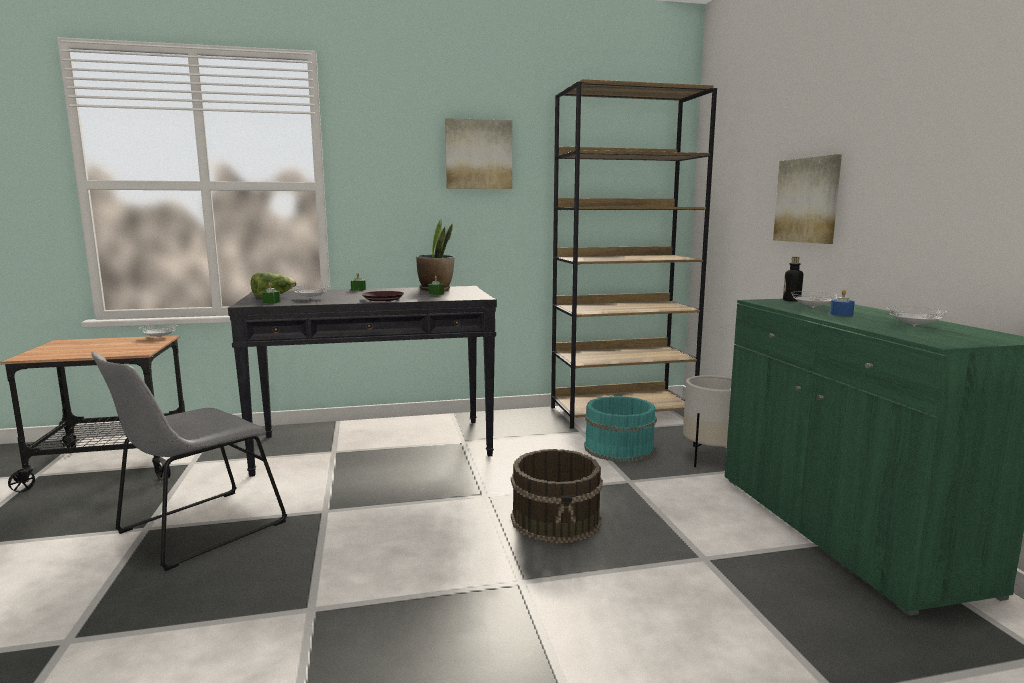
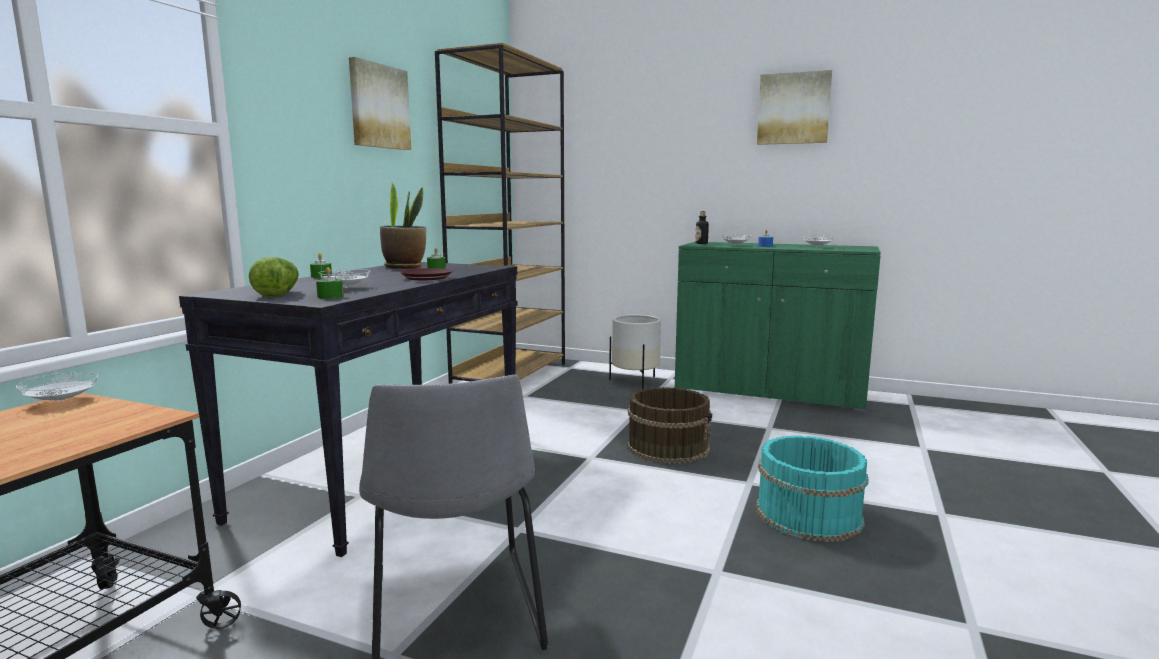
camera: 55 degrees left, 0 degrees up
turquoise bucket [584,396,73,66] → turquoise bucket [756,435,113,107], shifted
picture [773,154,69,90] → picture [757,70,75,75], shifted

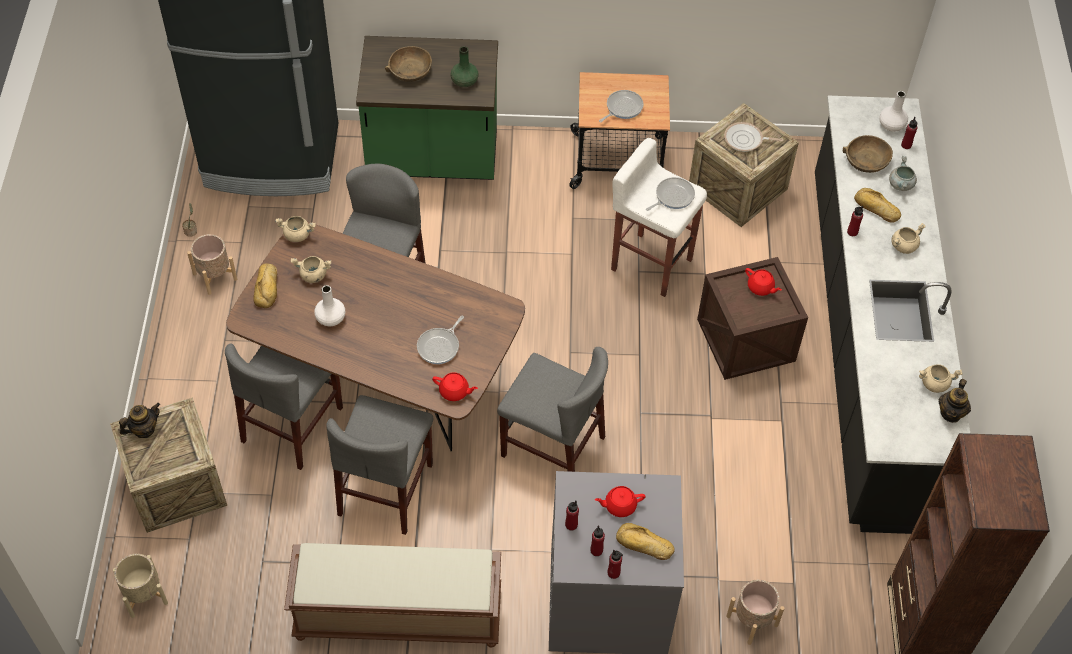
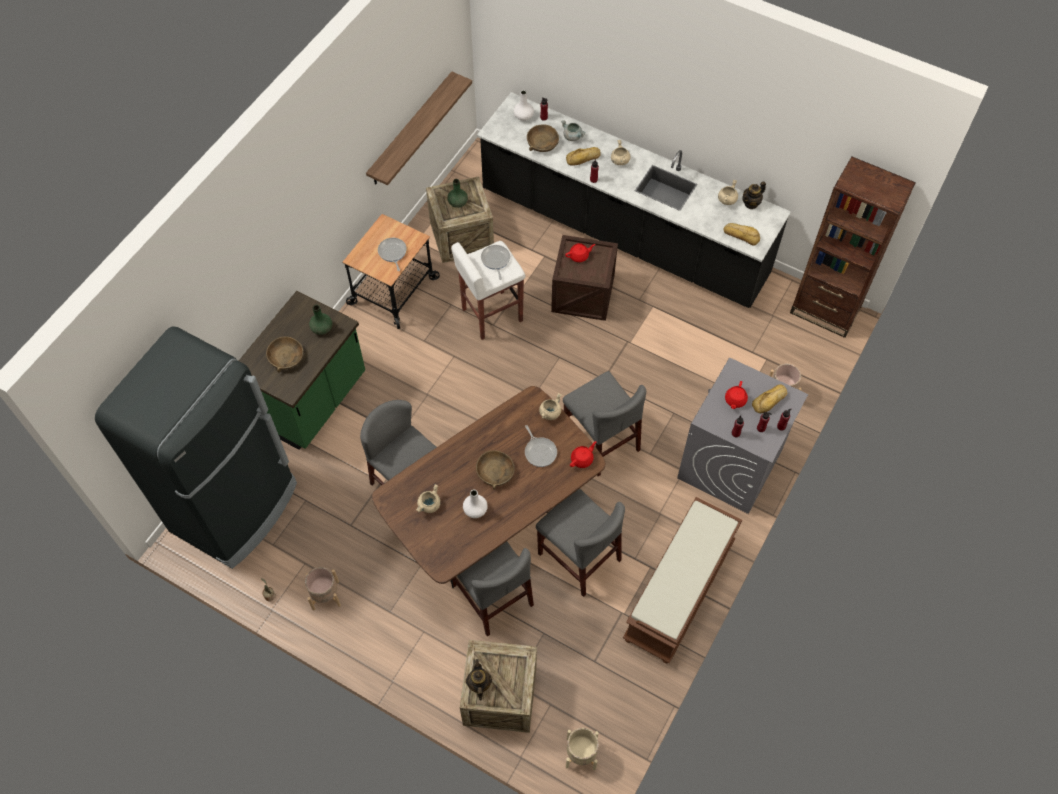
camera: 60 degrees left, 5 degrees up
- → shelf [366,71,106,114]
- → brown bowl [476,450,39,40]
bread [253,263,24,45] → bread [724,223,36,23], shifted
beige cooking pot [275,216,41,26] → beige cooking pot [539,393,23,27], shifted
frying pan [724,122,59,30] → green vase [447,179,21,29]
grey chair [497,347,111,125] → grey chair [563,371,83,105], 90 degrees clockwise
teapot [938,379,33,44] → teapot [742,182,24,27], 90 degrees clockwise

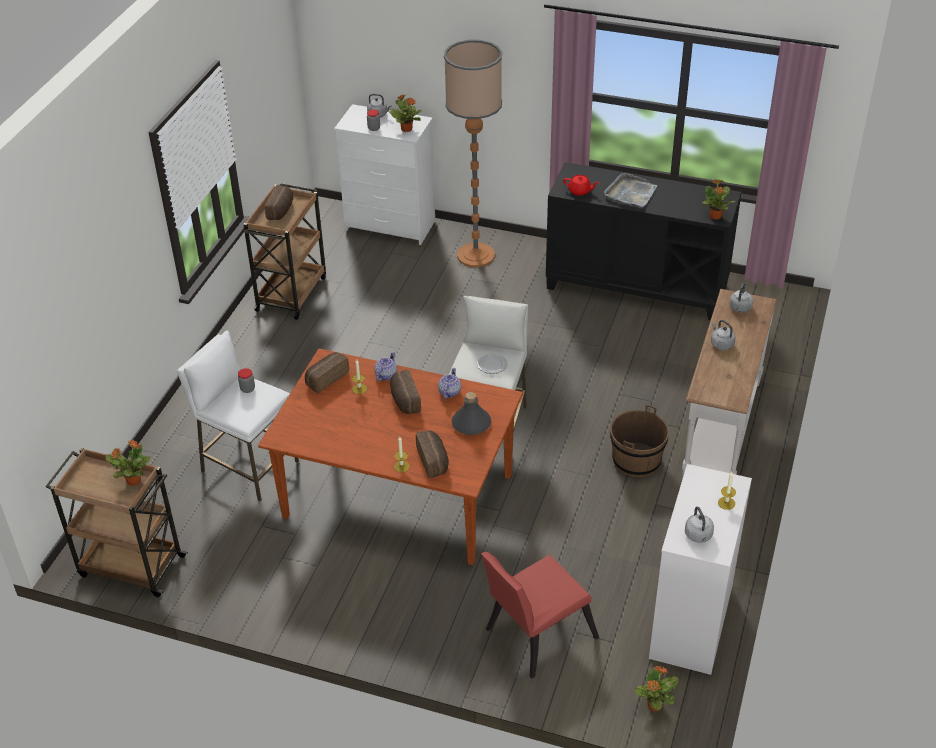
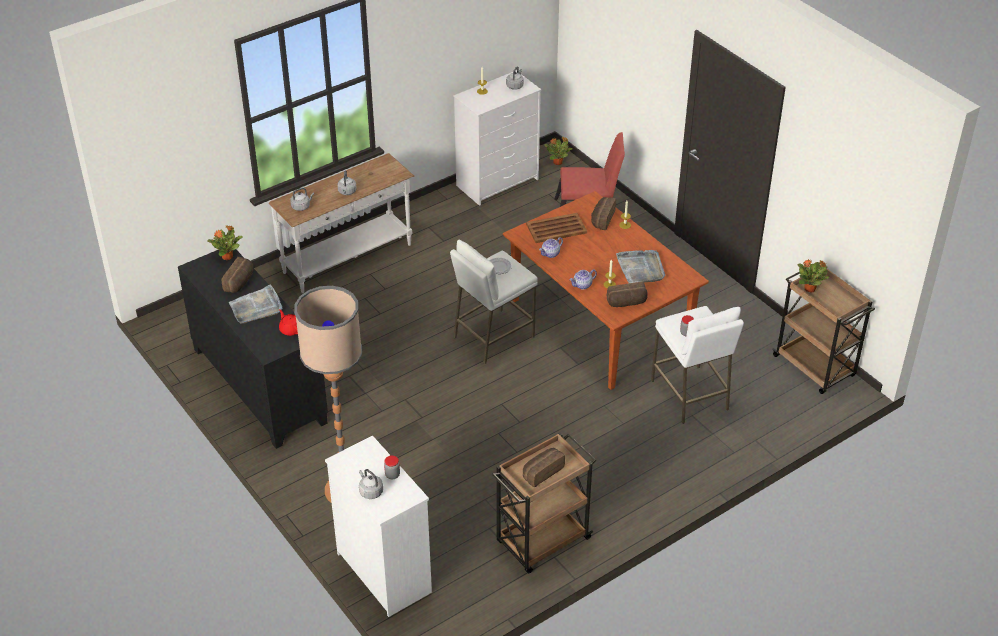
camera: 145 degrees left, 0 degrees up
potted plant [389,94,33,38] → -
brown bucket [610,404,59,73] → -
- → grey tray [616,250,49,33]
bread [390,370,31,44] → bread [222,257,31,36], shifted
grey bottle [452,392,39,43] → brown tray [526,213,61,30]

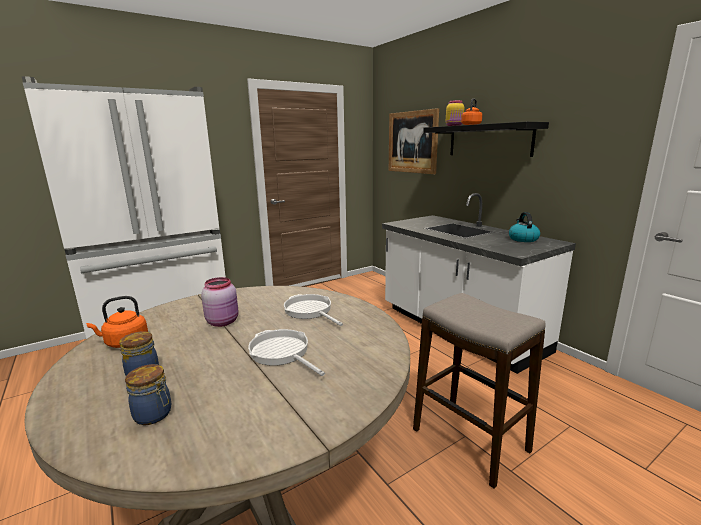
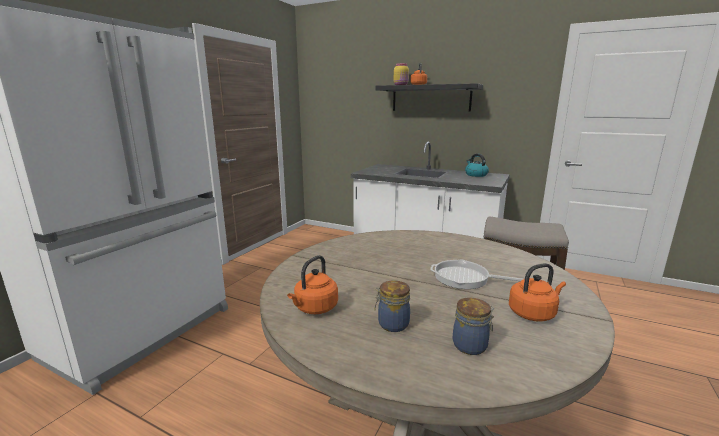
camera: 30 degrees left, 0 degrees up
pink jar [201,277,37,50] → -
frying pan [284,294,59,32] → -
picture [389,108,50,66] → -
- → orange kettle [509,263,57,59]

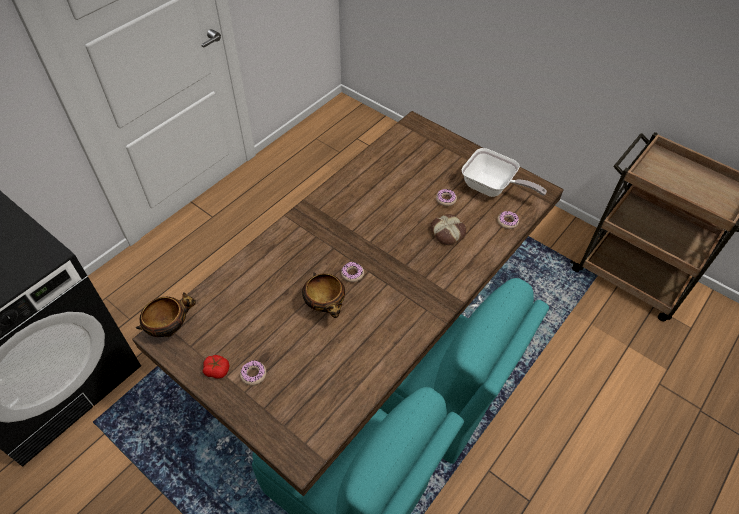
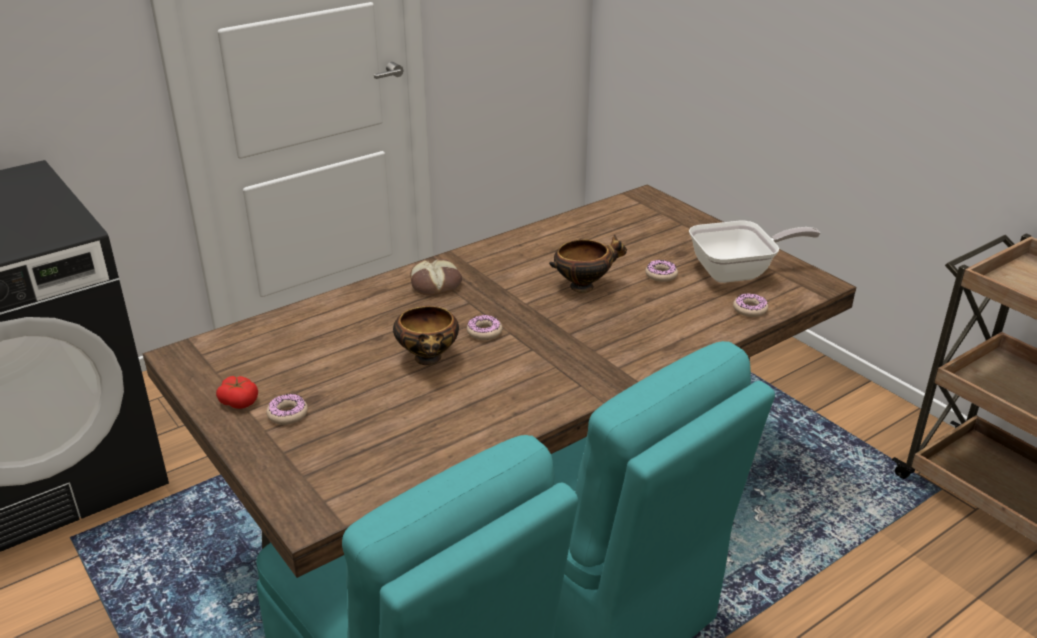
camera: 15 degrees right, 20 degrees down
bowl [136,292,60,45] → bowl [549,235,78,58], shifted
bread [430,214,36,31] → bread [410,259,52,37], shifted
frying pan [461,148,86,49] → frying pan [689,221,131,62], 60 degrees counterclockwise

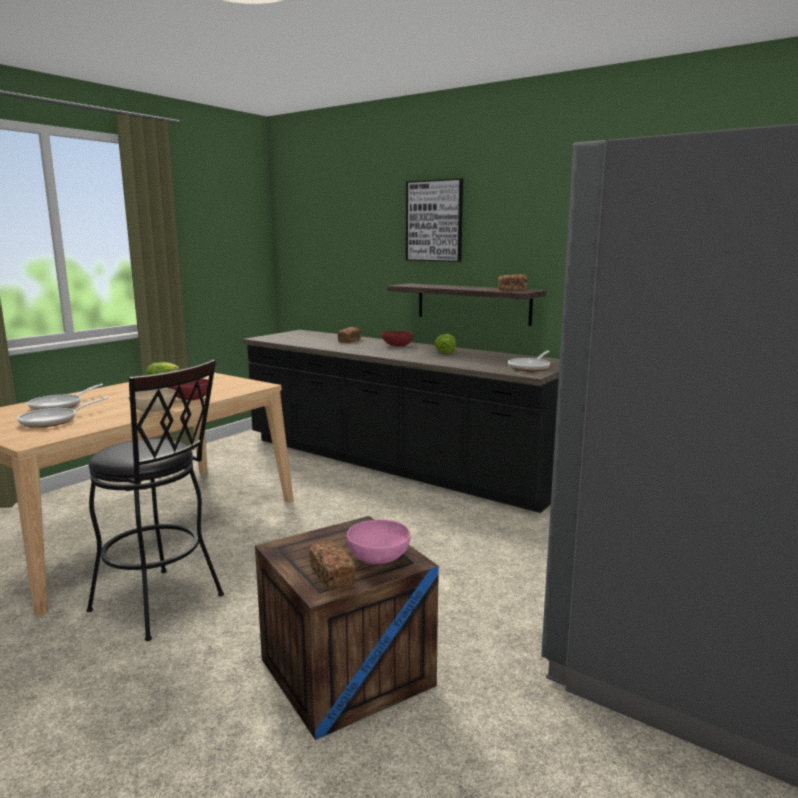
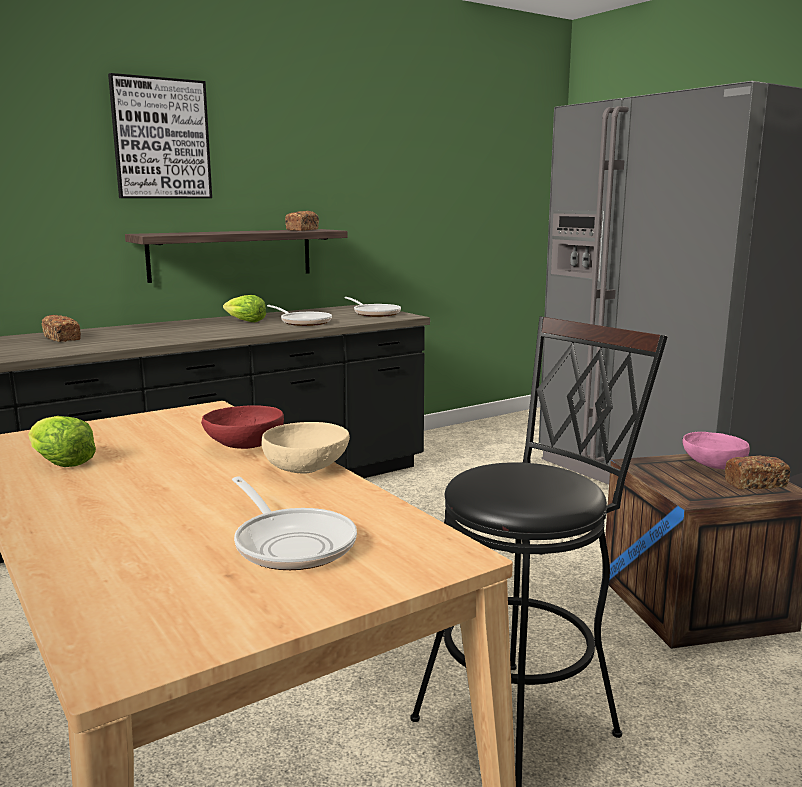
camera: 70 degrees left, 0 degrees up
red bowl [381,331,32,16] → -
frying pan [28,384,76,26] → frying pan [267,305,65,21], shifted

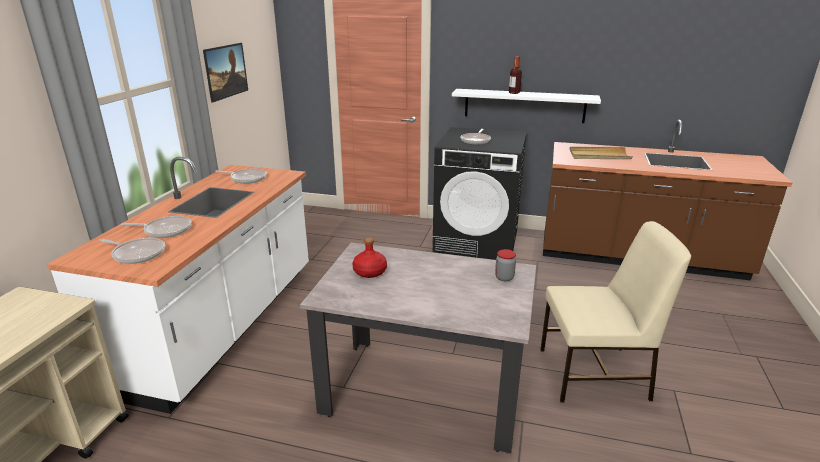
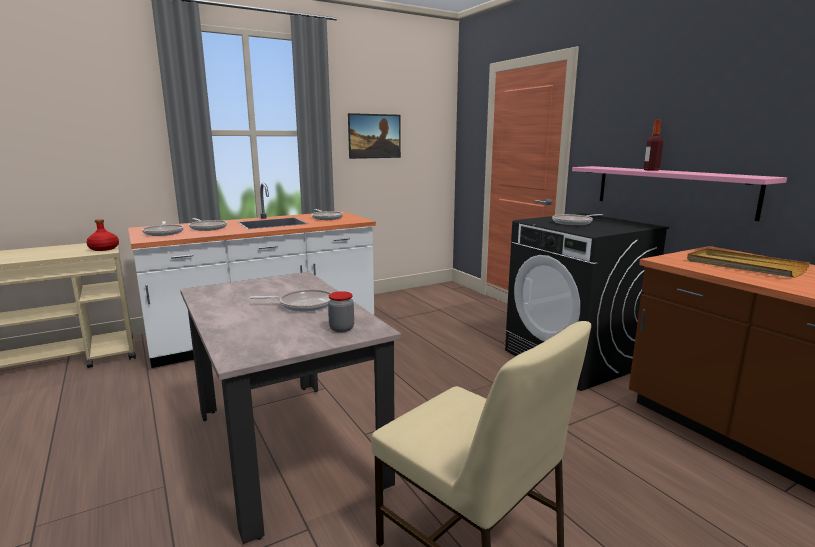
camera: 45 degrees right, 10 degrees down
- → frying pan [250,289,81,23]
red bottle [353,237,34,41] → red bottle [86,219,33,32], shifted
white shelf [452,89,149,34] → pink shelf [572,166,215,55]

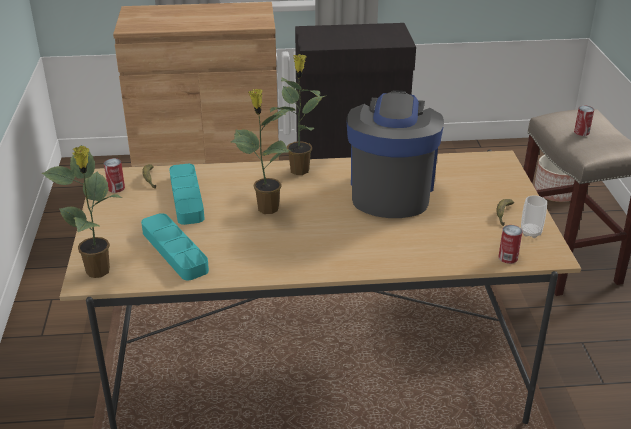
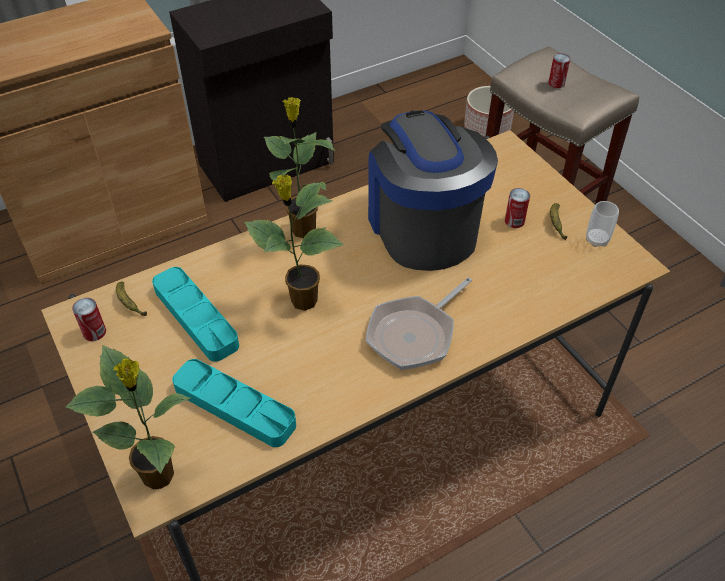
camera: 25 degrees left, 15 degrees up
- → frying pan [366,277,106,93]
can [498,225,24,39] → can [505,188,25,40], shifted

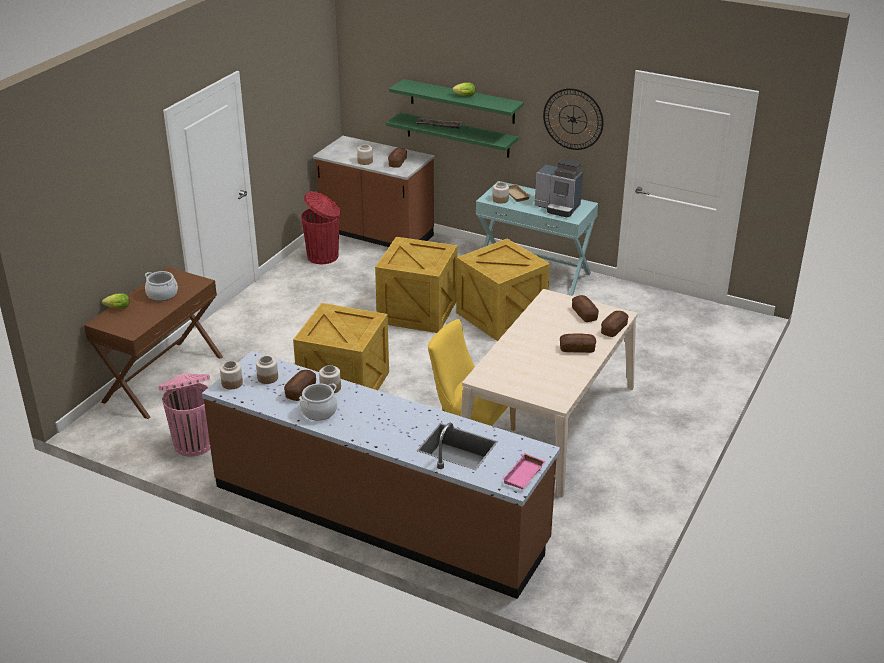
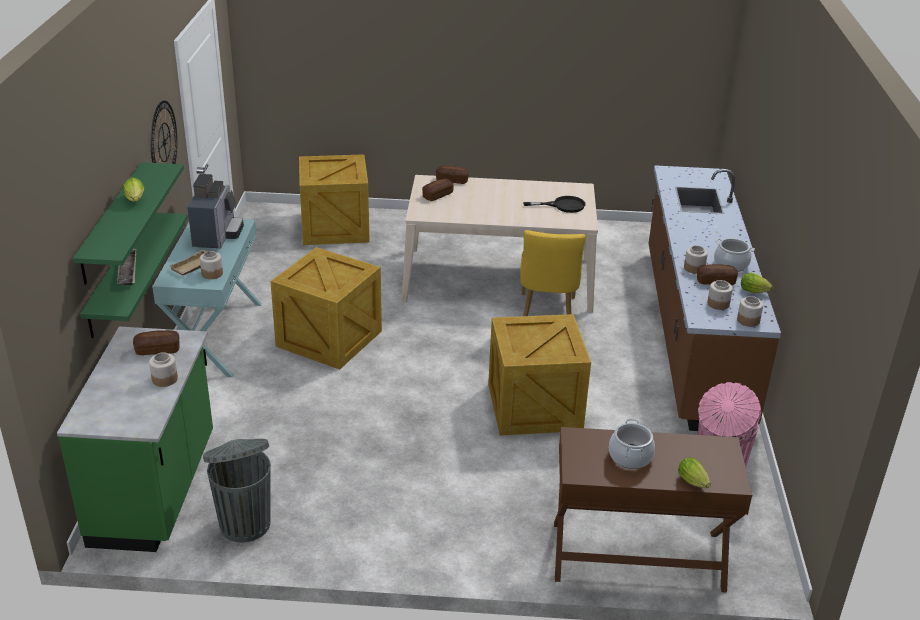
camera: 115 degrees left, 0 degrees up
pink tray [503,453,43,36] → -
bread [560,333,36,20] → -
- → black frying pan [523,196,62,17]
- → lettuce [741,273,32,20]
crate [375,237,83,96] → crate [299,154,71,91], shifted
red trash can [301,191,40,73] → grey trash can [203,439,68,103]
brown counter [313,136,121,111] → green counter [57,327,156,225]

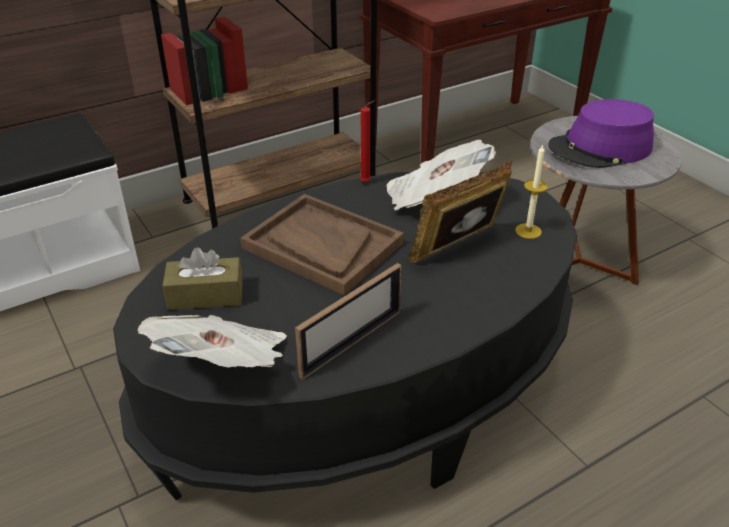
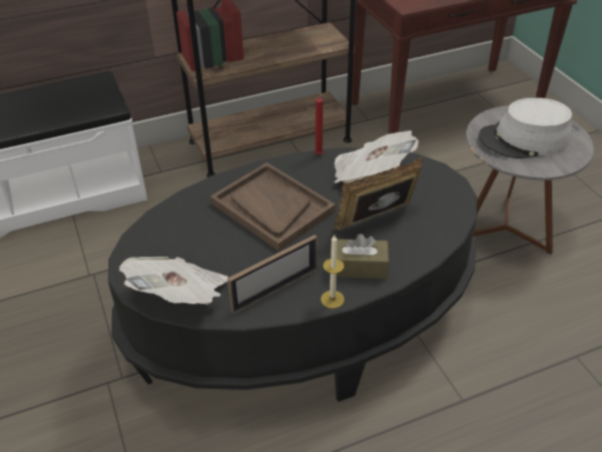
camera: 10 degrees right, 5 degrees up
brown tissue box [162,247,81,63] → brown tissue box [330,234,59,45], shifted
candle [515,145,33,94] → candle [321,234,23,75], shifted
purple hat [548,99,106,69] → grey hat [479,98,93,61]

